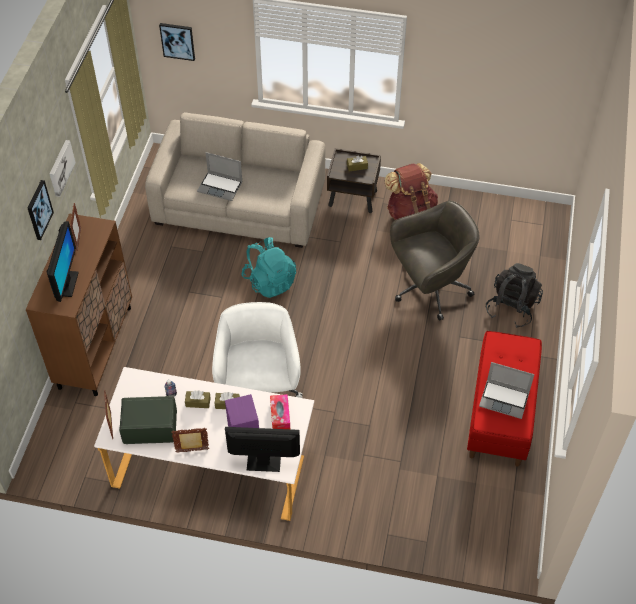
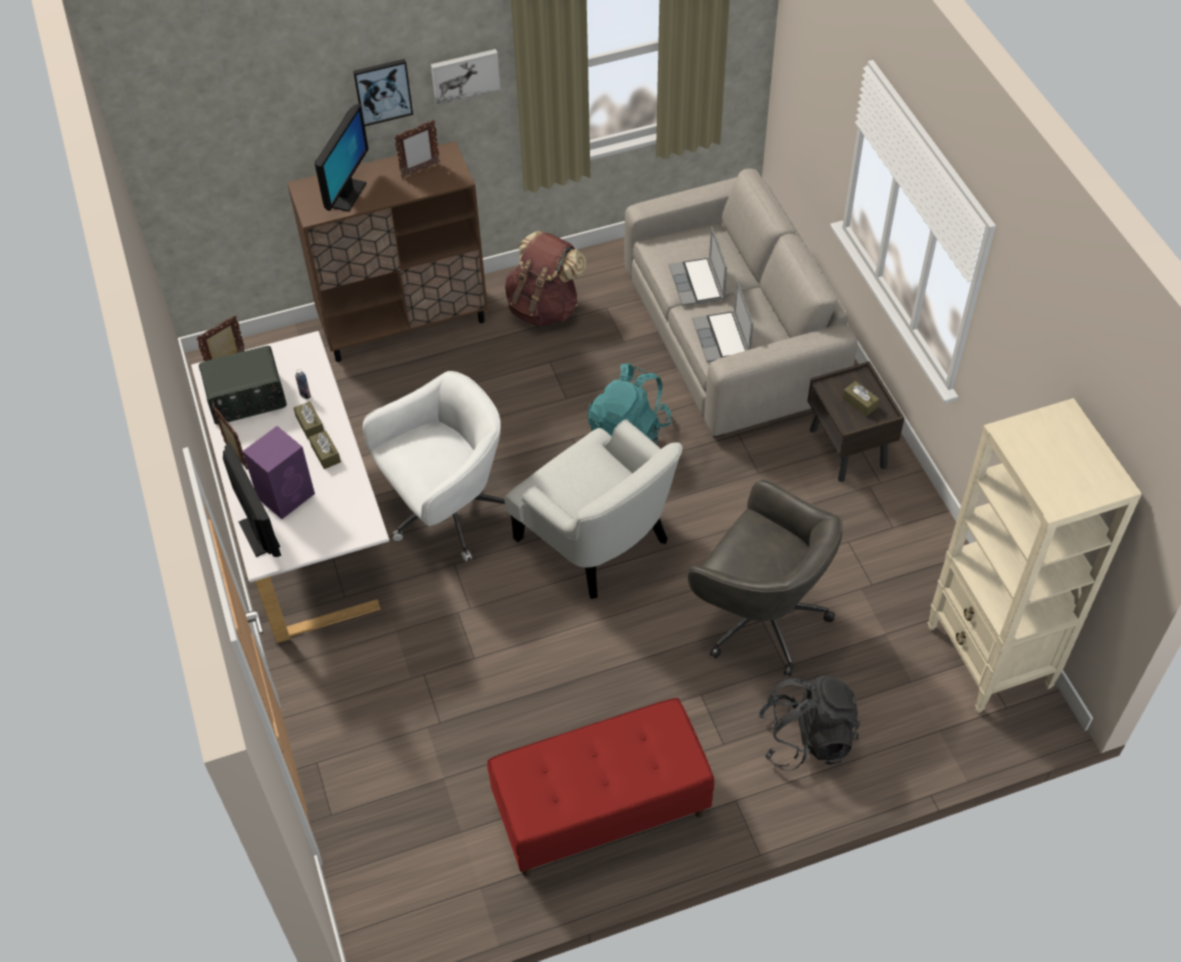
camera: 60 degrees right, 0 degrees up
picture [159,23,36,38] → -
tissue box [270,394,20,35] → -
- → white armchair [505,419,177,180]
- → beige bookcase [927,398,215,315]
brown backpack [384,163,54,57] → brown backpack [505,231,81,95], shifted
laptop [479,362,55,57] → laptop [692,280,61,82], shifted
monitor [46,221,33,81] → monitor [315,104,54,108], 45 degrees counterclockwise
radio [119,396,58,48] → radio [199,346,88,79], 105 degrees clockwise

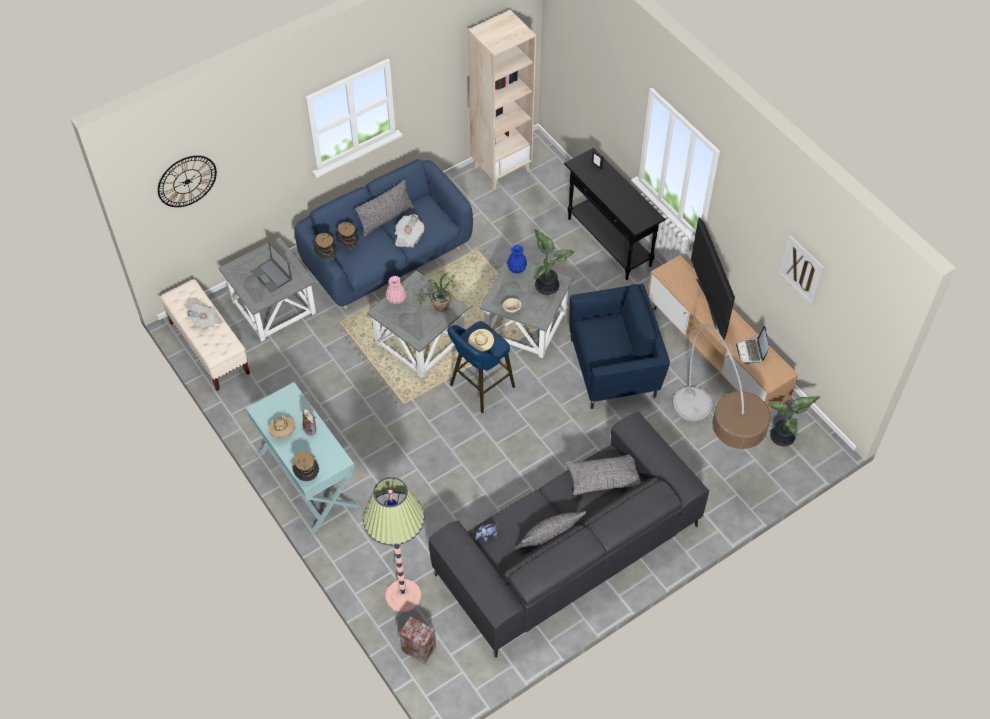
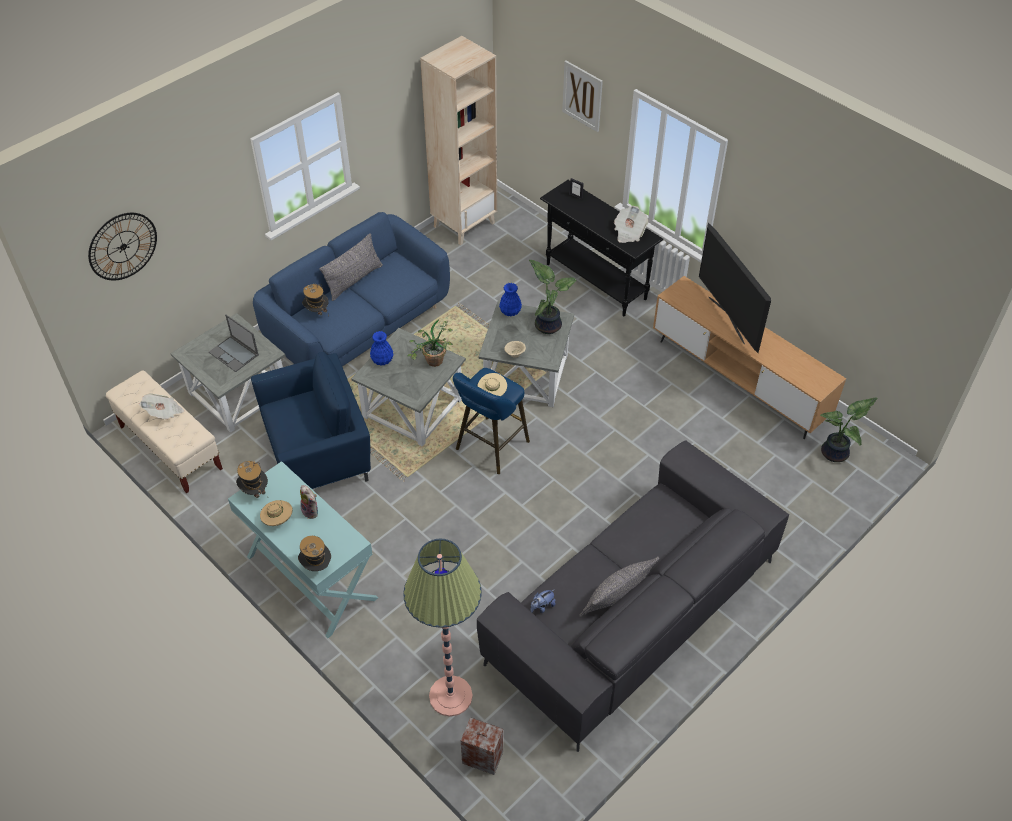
camera: 10 degrees left, 5 degrees down
grey pillow [566,454,75,41] → -
floor lamp [673,324,98,125] → -
laptop [736,326,33,39] → -
hat [314,233,23,29] → hat [236,461,32,37], shifted
newspaper [395,214,29,33] → newspaper [614,206,34,37], shifted
blue armchair [569,284,101,125] → blue armchair [251,352,120,137], shifted
picture [779,235,45,70] → picture [562,61,41,71], shifted
pink vase [386,276,20,28] → blue vase [370,331,23,35]

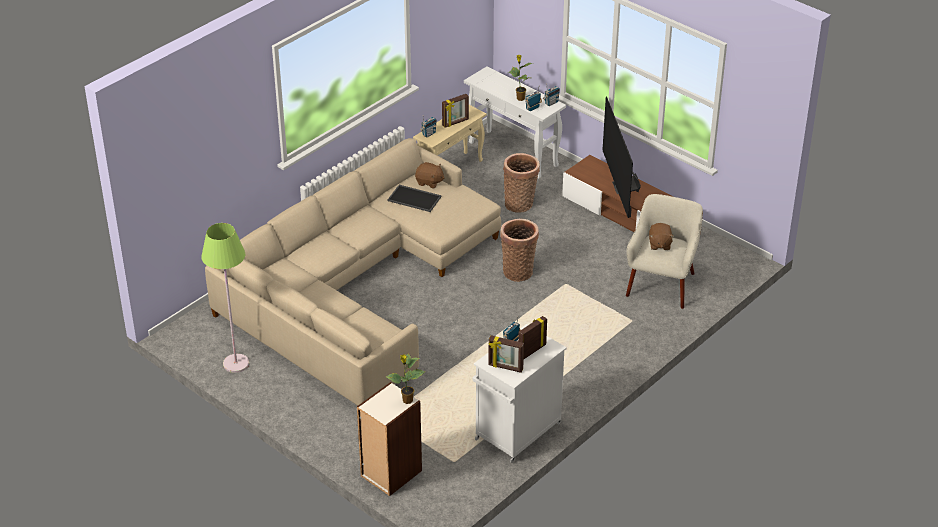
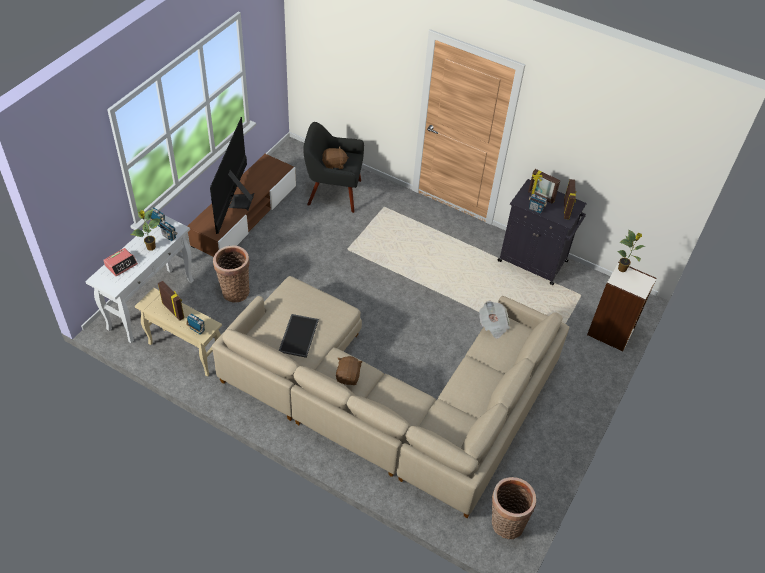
camera: 105 degrees left, 10 degrees up
green floor lamp [201,223,48,150] → -
- → alarm clock [103,248,35,28]
- → newspaper [479,300,31,39]
brown plush toy [415,162,30,27] → brown plush toy [336,356,27,29], shifted
basket [500,219,39,63] → basket [492,477,44,62], shifted
white cabinet [472,324,95,139] → black cabinet [498,179,89,106]
beige armchair [626,194,77,115] → black armchair [303,122,61,91]
television [603,96,38,122] → television [210,117,45,117], 120 degrees clockwise

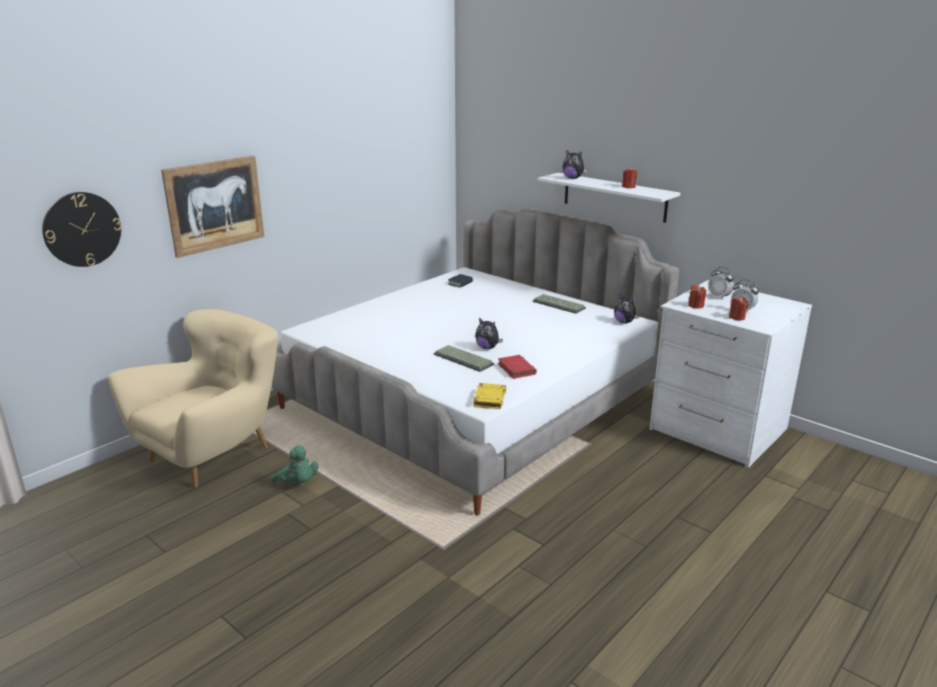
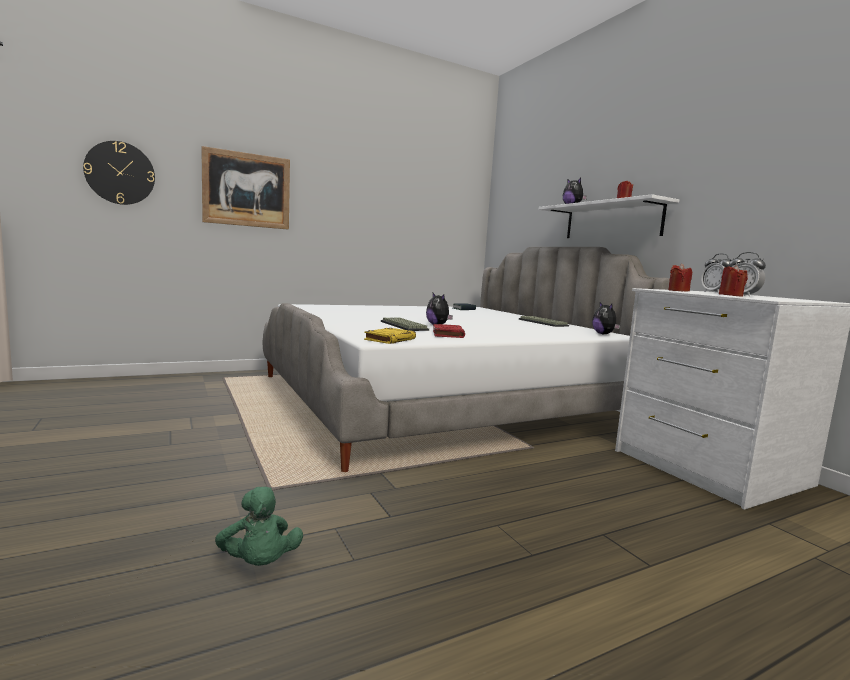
camera: 20 degrees right, 15 degrees down
beige armchair [108,309,170,179] → -
green plush toy [271,445,47,38] → green plush toy [215,487,88,79], shifted

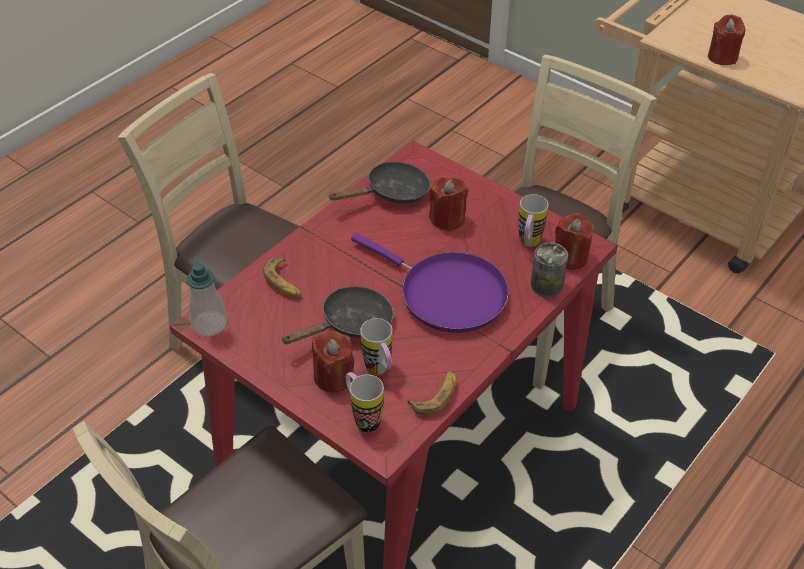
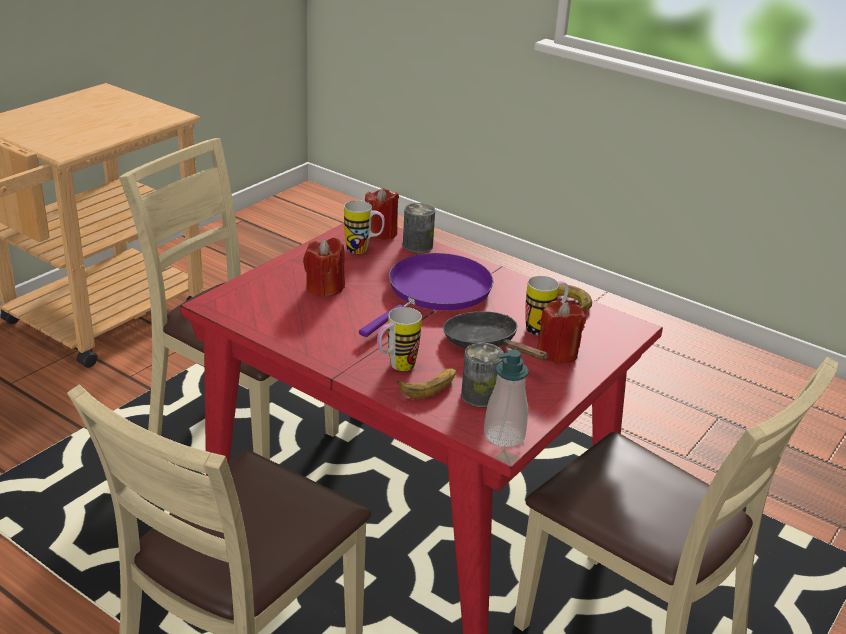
camera: 95 degrees left, 15 degrees down
black frying pan [328,162,103,41] → -
red candle [708,15,37,50] → -
- → can [461,343,43,64]
mug [345,372,39,60] → mug [377,307,45,64], shifted

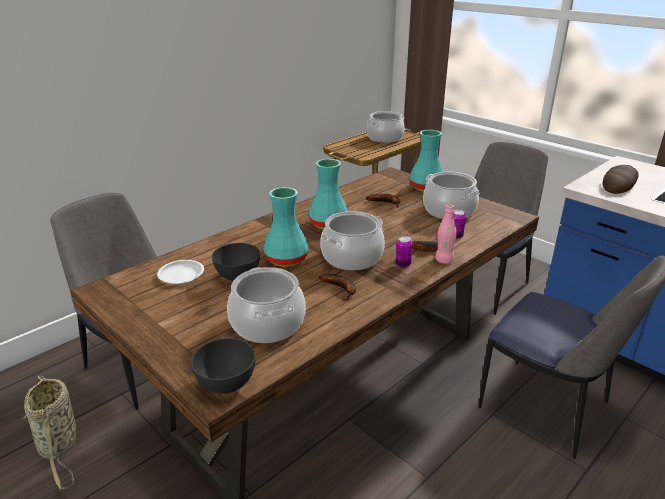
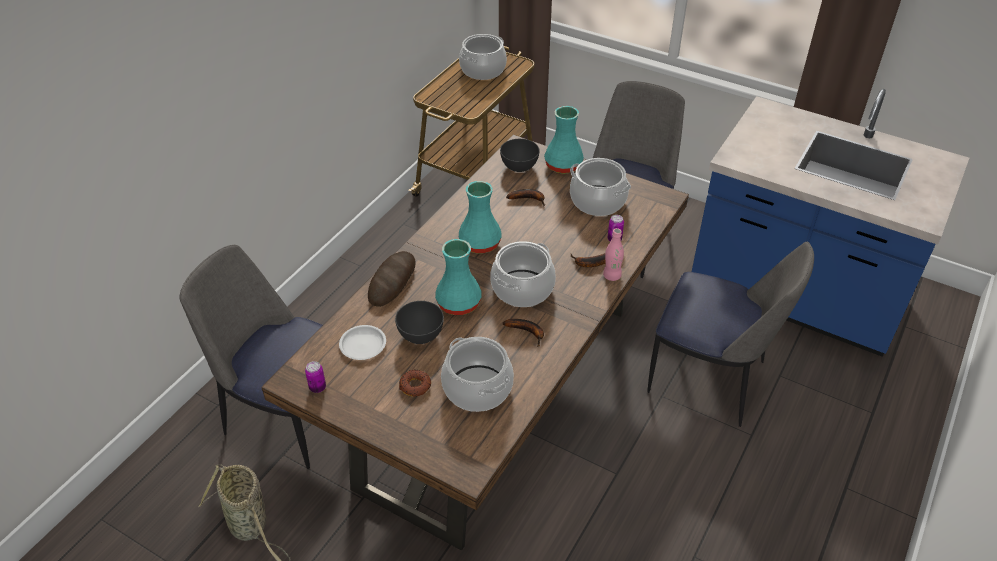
camera: 15 degrees left, 15 degrees up
- → donut [399,369,32,28]
grey bowl [191,338,65,56] → grey bowl [500,139,40,33], shifted
can [396,236,17,32] → can [305,361,21,32], shifted
bread [602,165,37,29] → bread [368,251,48,56], shifted

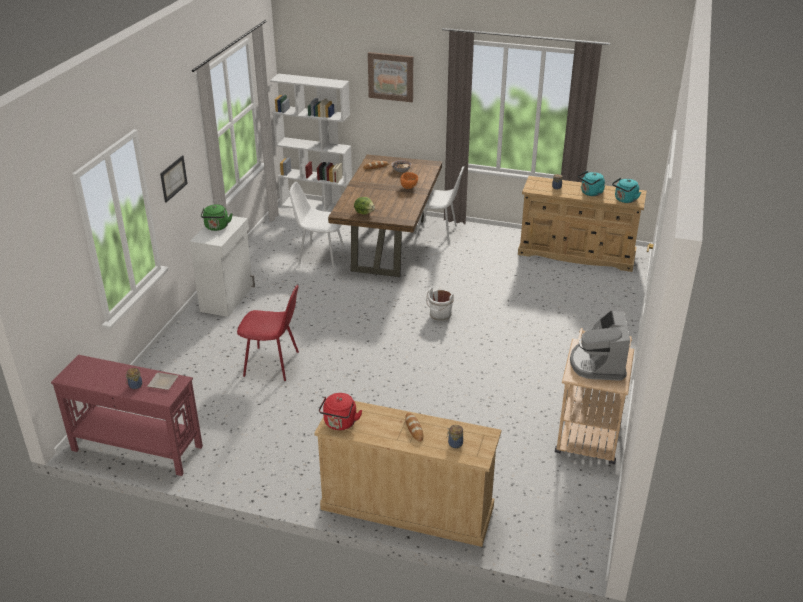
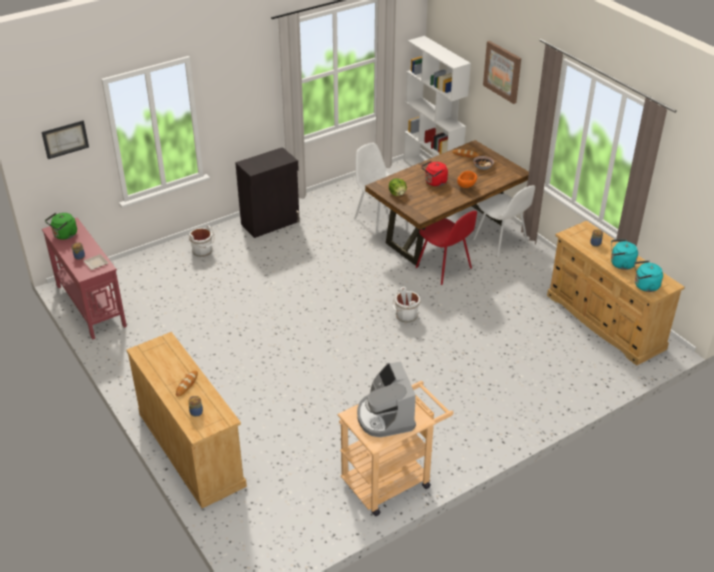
camera: 40 degrees right, 5 degrees up
- → white bucket [189,225,25,32]
picture [160,156,28,47] → picture [42,120,47,39], shifted
green kettle [201,204,32,27] → green kettle [45,213,32,27], shifted
red chair [237,285,62,96] → red chair [416,211,61,74], shifted
red kettle [319,393,44,37] → red kettle [421,161,27,25], shifted
white cabinet [189,215,66,102] → black cabinet [235,147,65,91]
coffee machine [570,310,60,71] → coffee machine [357,362,59,75], 60 degrees counterclockwise

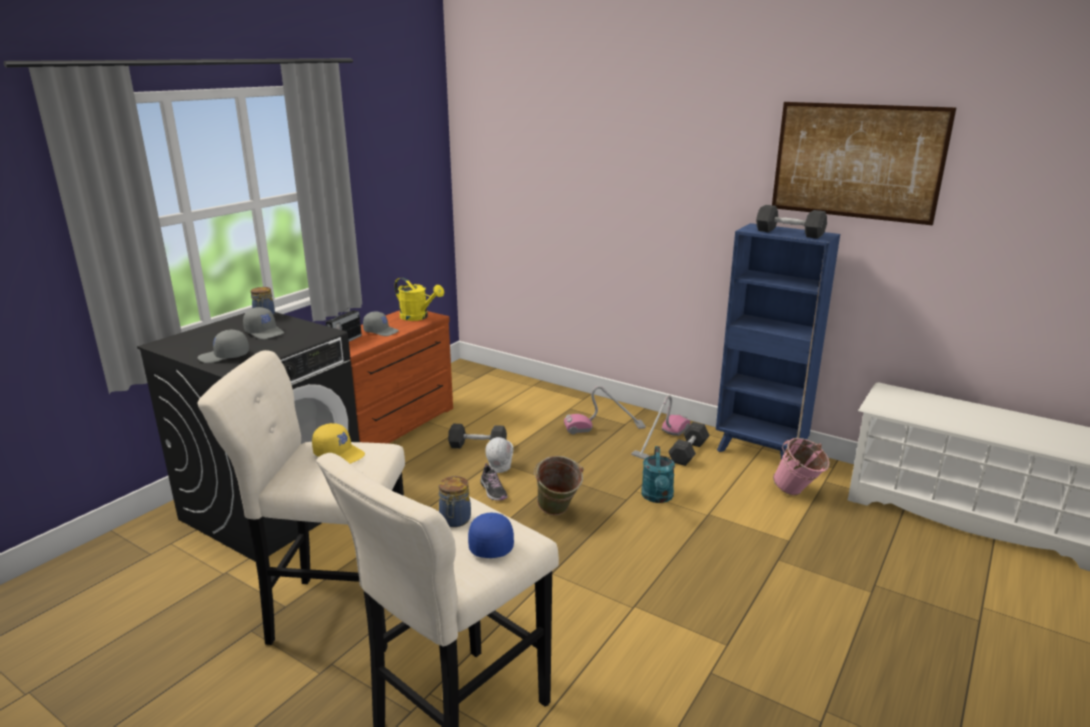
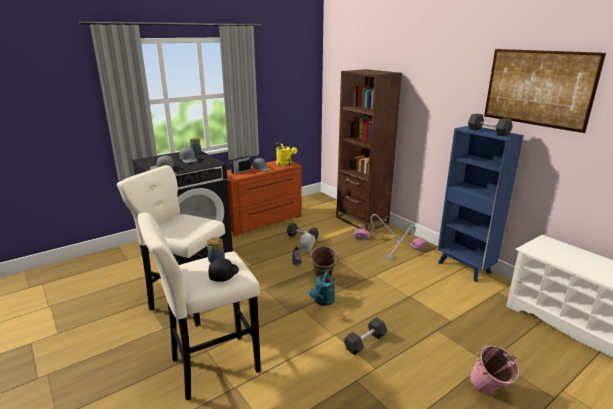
camera: 20 degrees right, 0 degrees up
yellow cap [312,423,53,41] → -
- → brown bookcase [336,69,66,163]
turquoise watering can [641,446,34,57] → turquoise watering can [309,269,26,37], shifted
grey dumbbell [668,422,42,44] → grey dumbbell [344,317,44,38], shifted
pink bucket [773,438,57,57] → pink bucket [469,345,50,49], shifted
blue cap [468,513,46,45] → black cap [209,258,30,24]

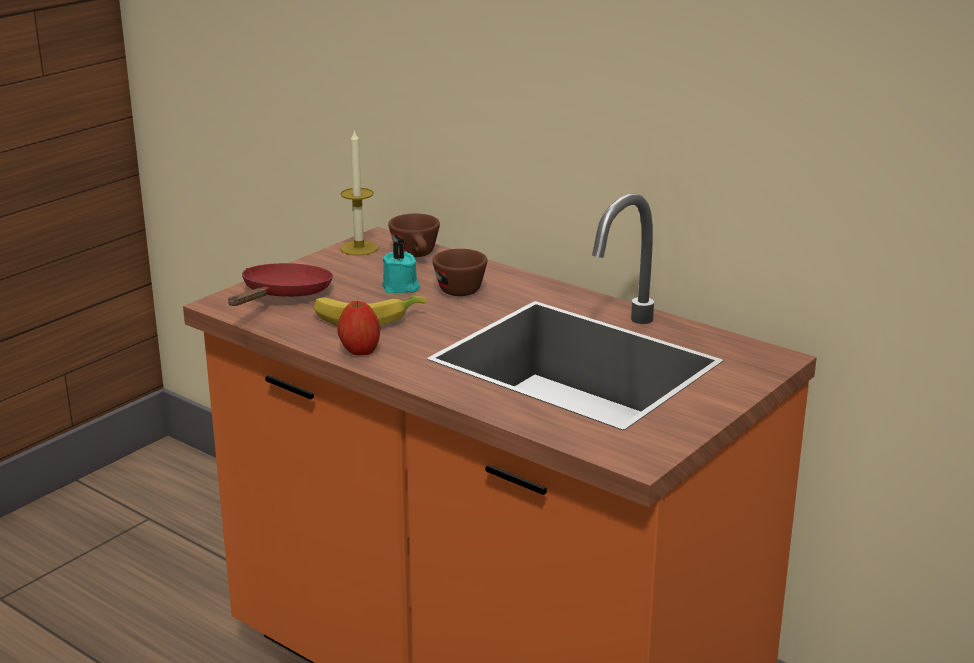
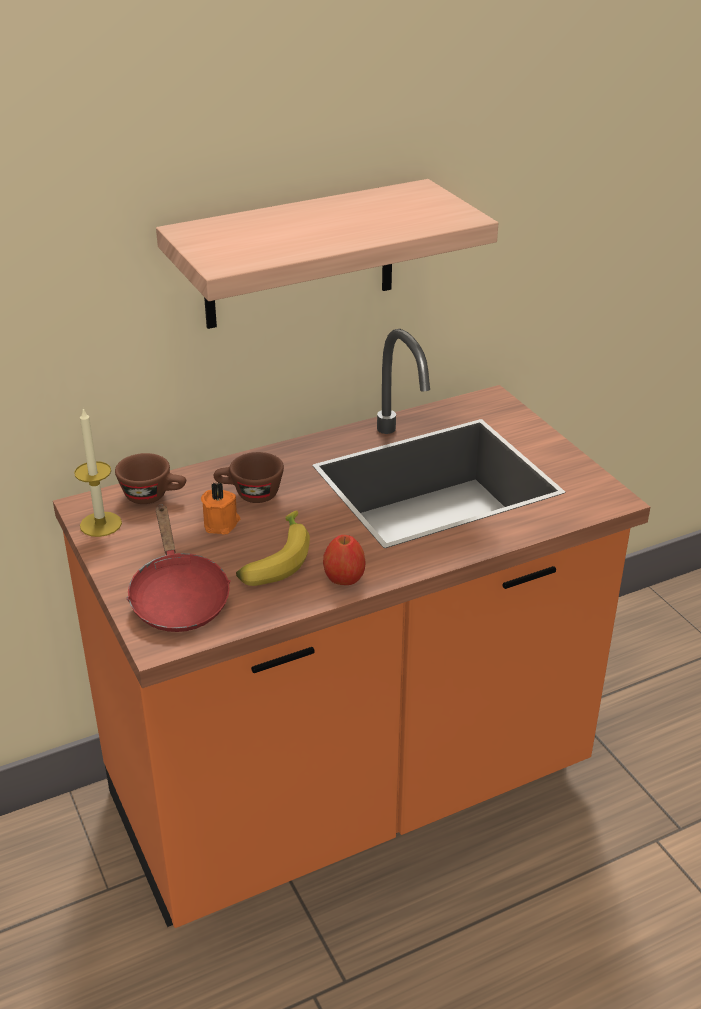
camera: 65 degrees left, 10 degrees up
- → shelf [156,179,342,150]
turquoise candle [382,242,38,51] → orange candle [201,482,39,53]
red frying pan [228,263,105,43] → red frying pan [126,504,104,128], 150 degrees counterclockwise

